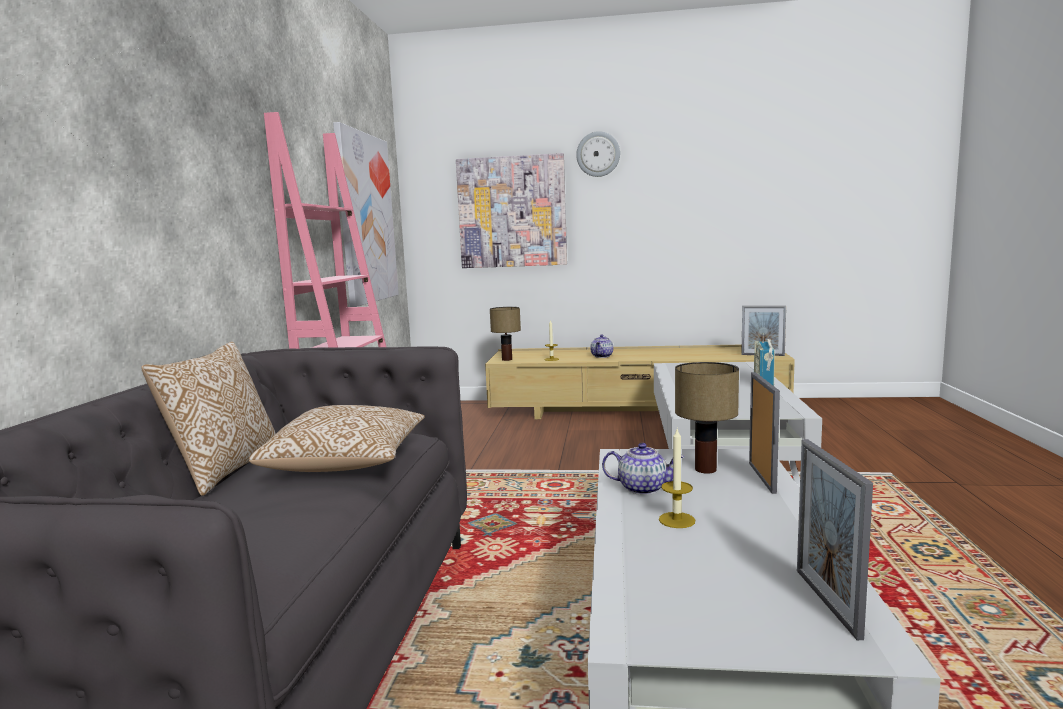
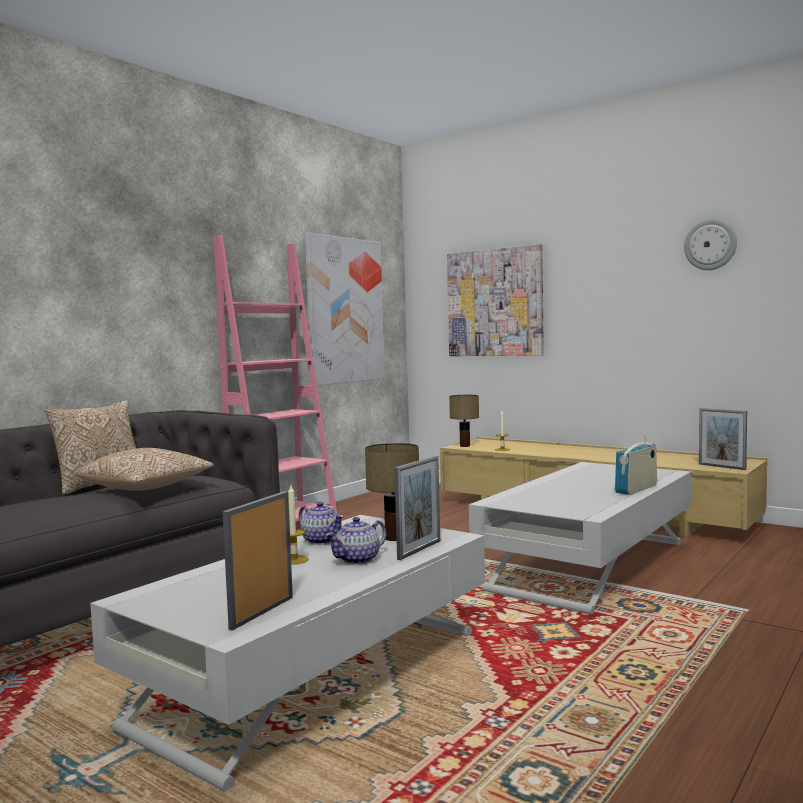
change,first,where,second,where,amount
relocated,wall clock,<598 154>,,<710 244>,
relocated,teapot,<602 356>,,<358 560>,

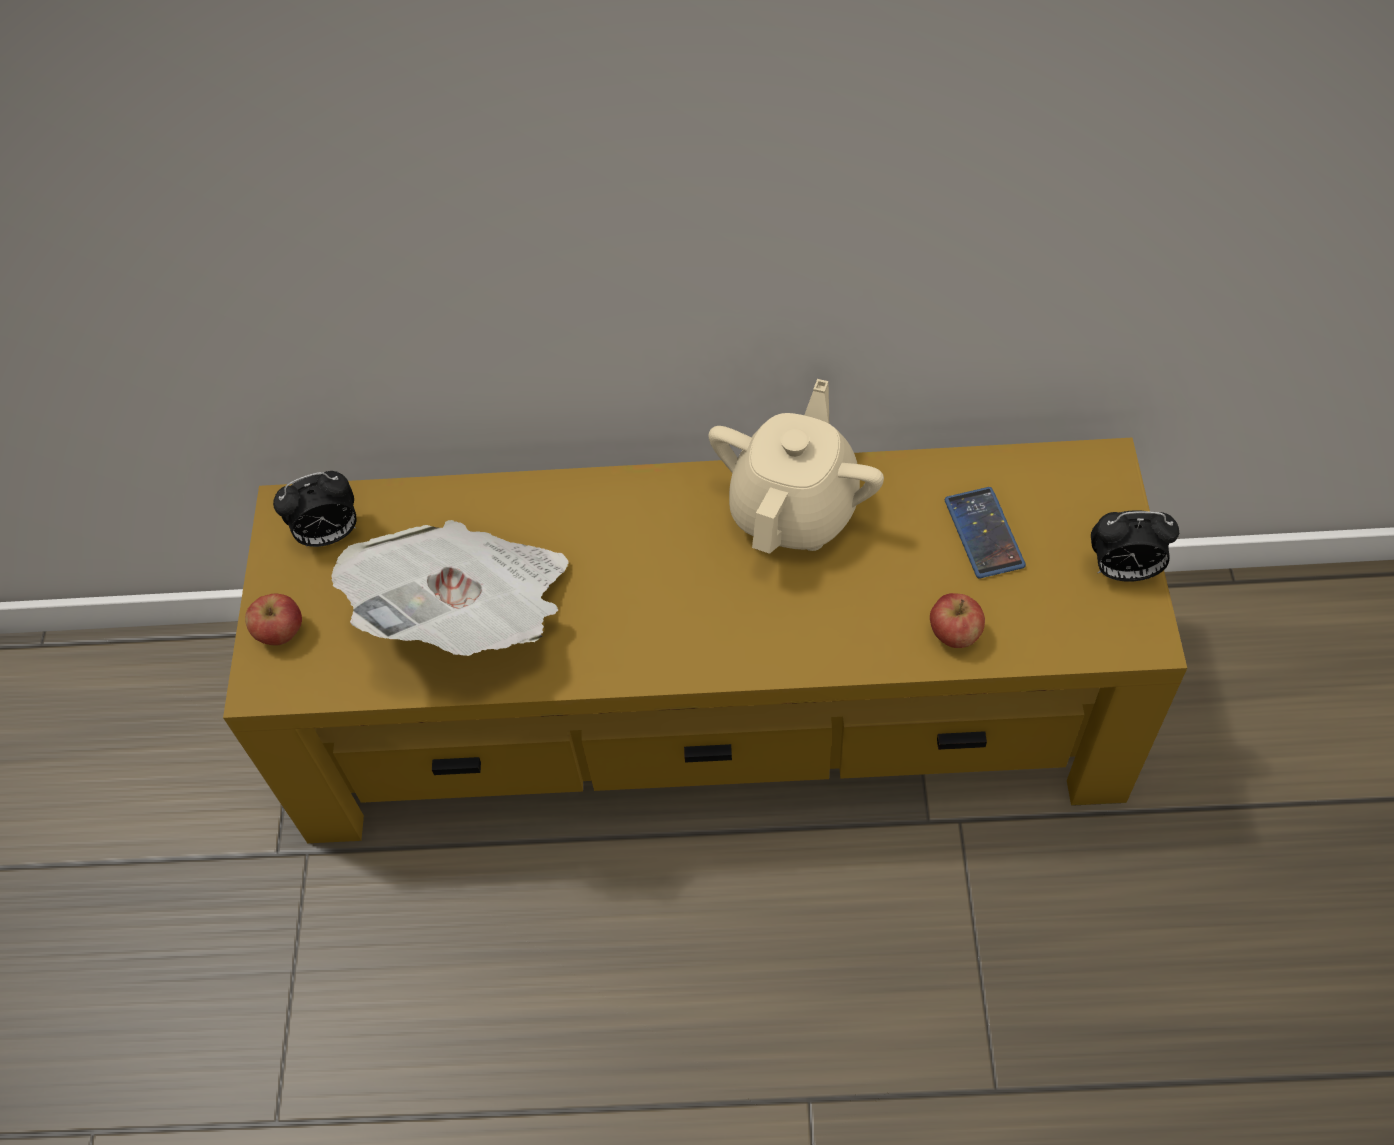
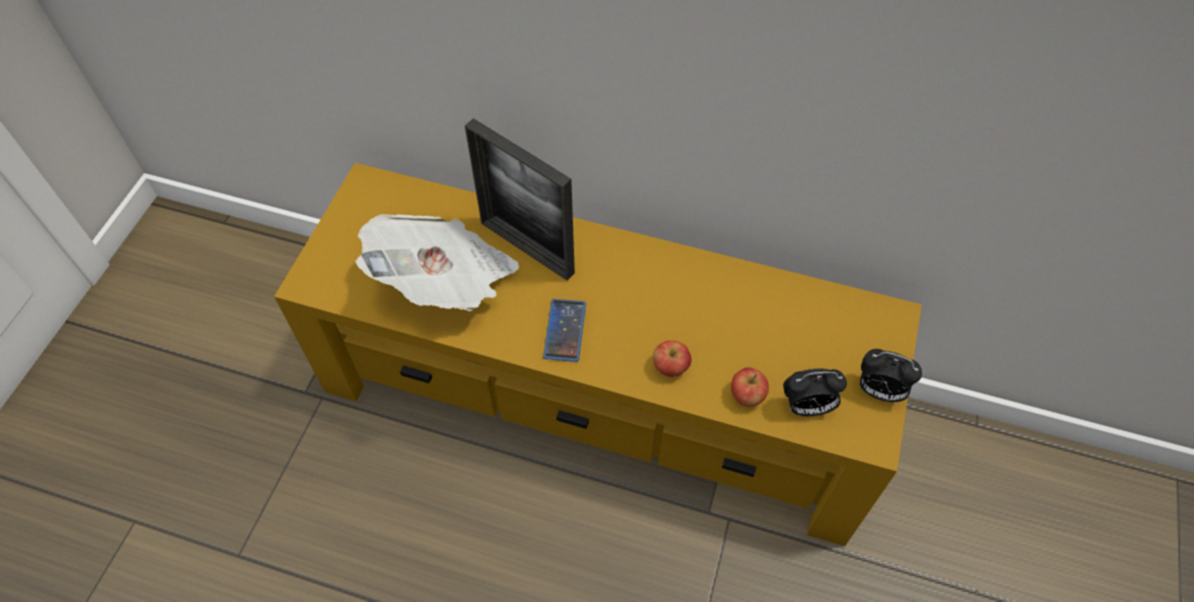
change,first,where,second,where,amount
missing,sand-coloured teapot,<795 509>,,,
appeared,,,picture frame,<527 247>,
relocated,apple,<281 632>,,<670 367>,
relocated,alarm clock,<329 535>,,<806 407>,
relocated,telephone,<984 533>,,<565 330>,

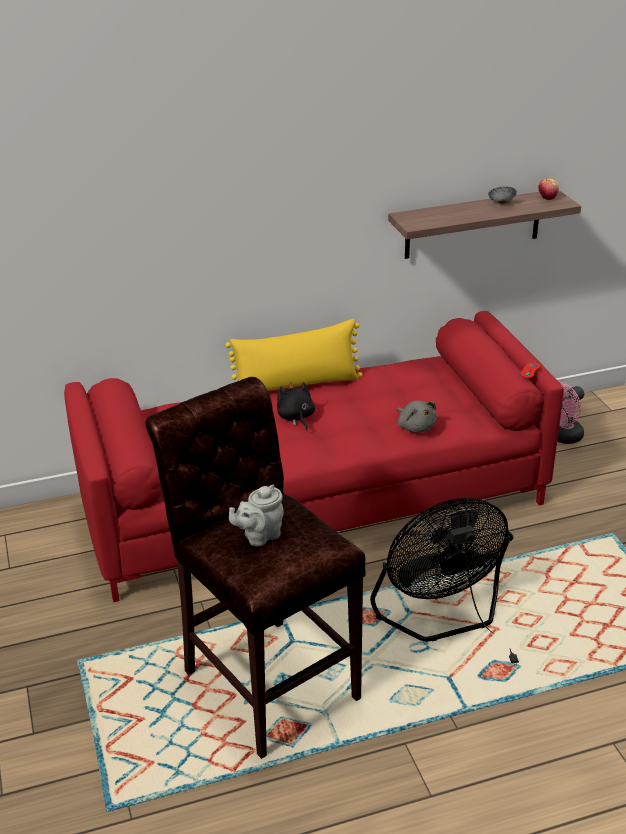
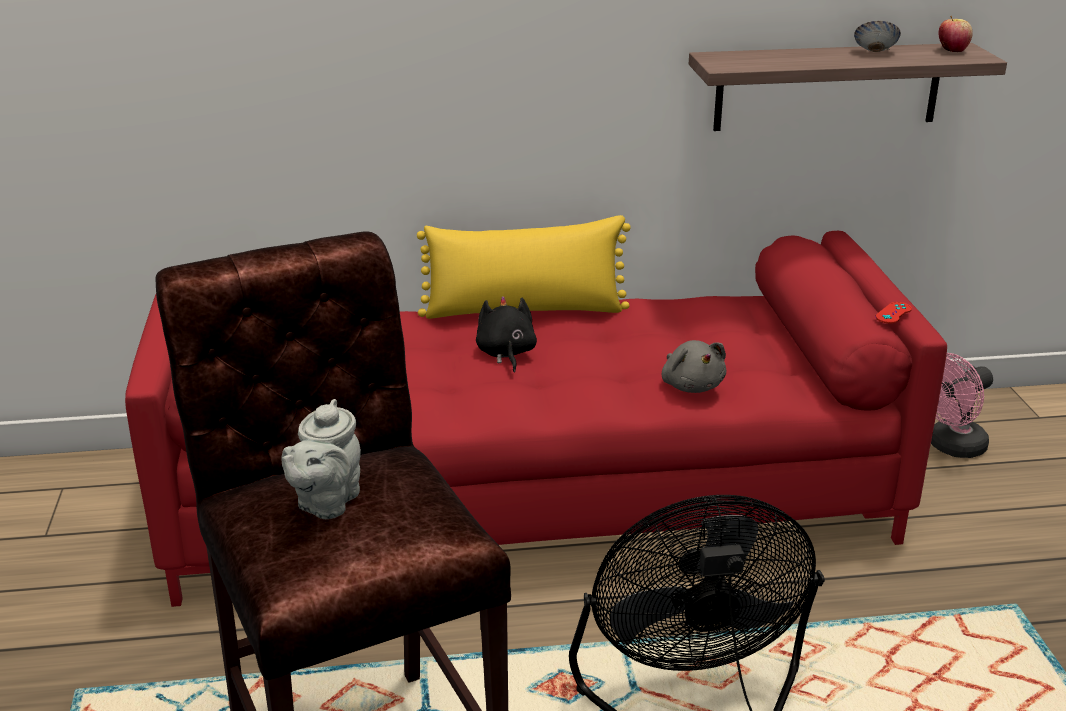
change,first,where,second,where,amount
spun,gray teapot,<259 536>,,<325 503>,45 degrees counterclockwise

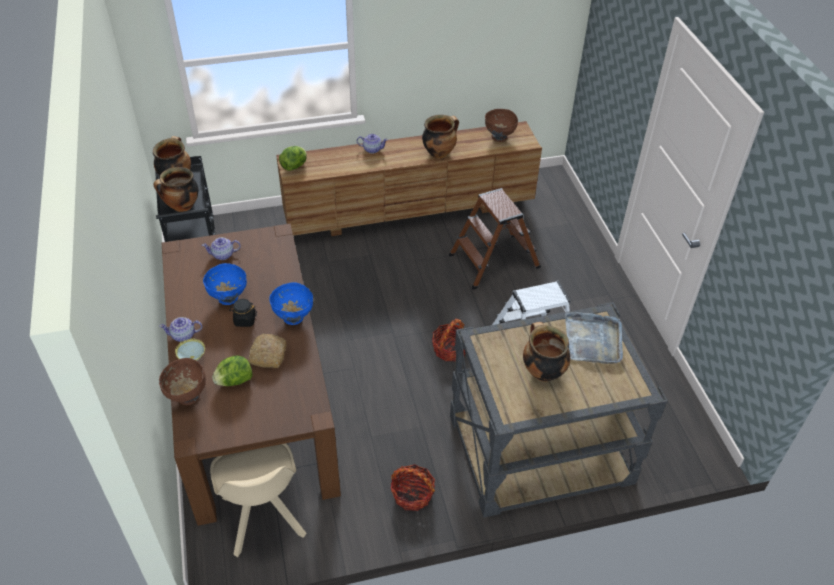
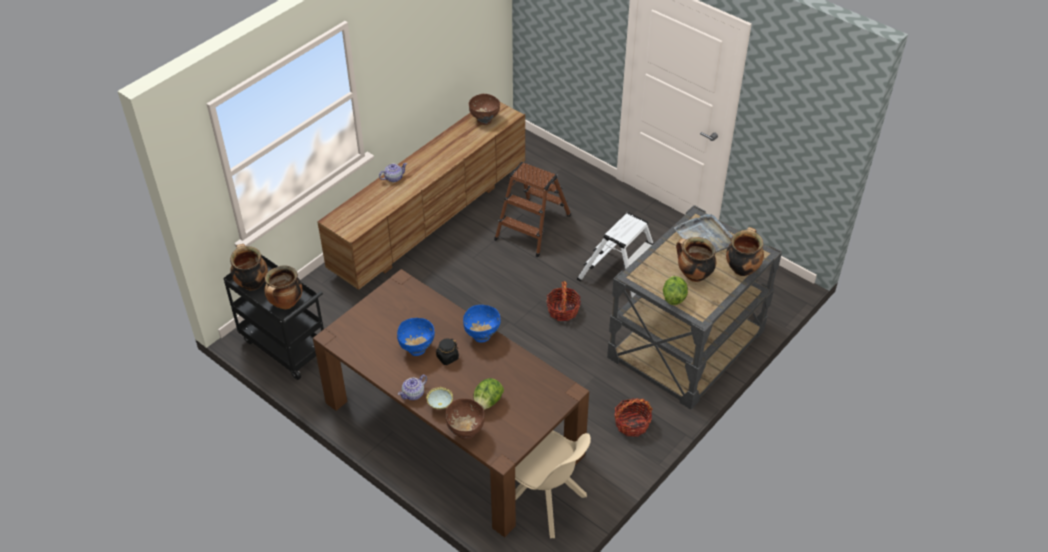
change,first,where,second,where,amount
missing,teapot,<223 255>,,,
missing,bakery bread,<268 354>,,,
relocated,lettuce,<294 166>,,<673 297>,
relocated,cooking pot,<439 152>,,<742 268>,

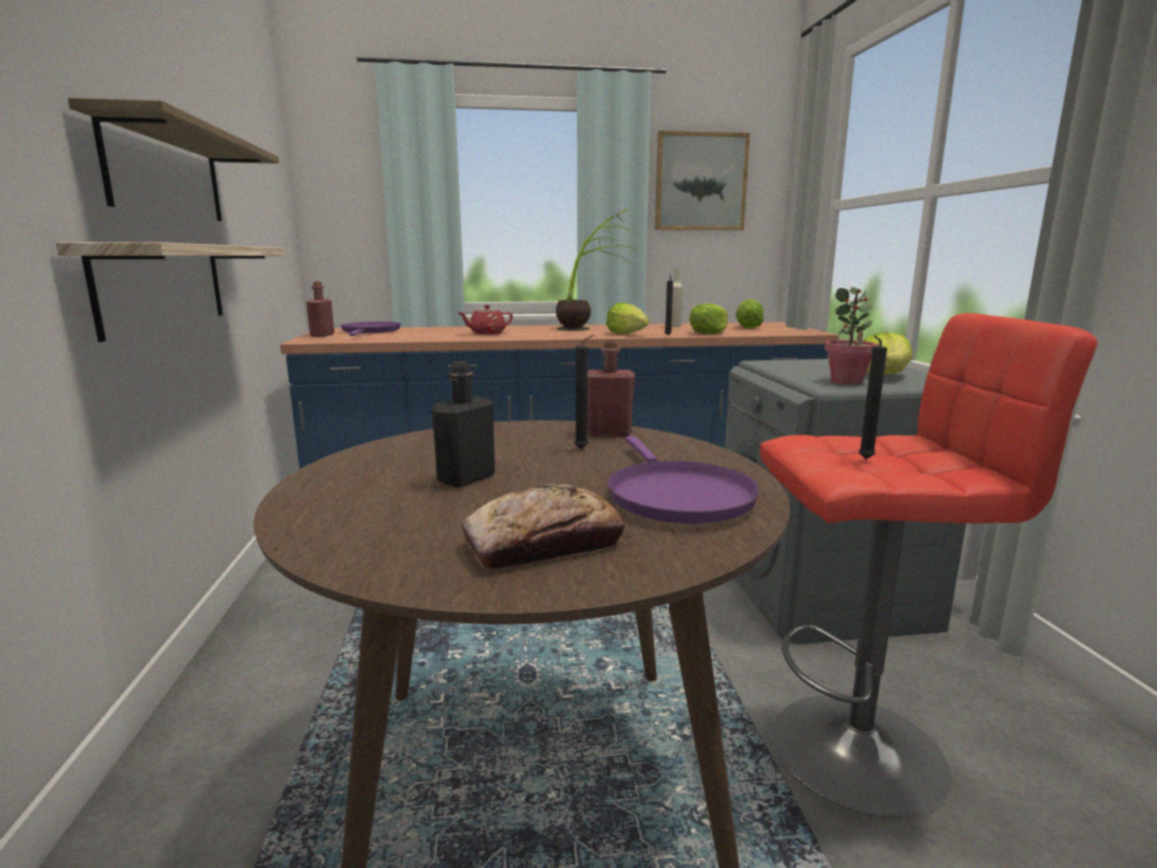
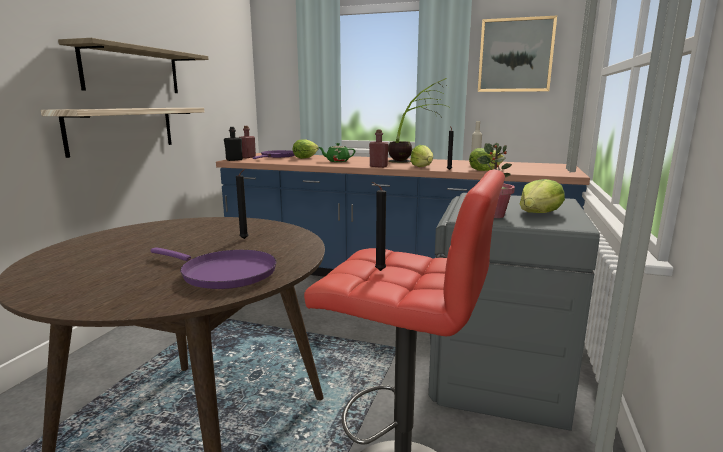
change,first,where,second,where,amount
missing,bakery bread,<543 545>,,,
relocated,black-coloured bottle,<466 478>,,<234 160>,
relocated,red bottle,<609 433>,,<378 166>,
relocated,lettuce,<748 327>,,<305 158>,
colour,red teapot,<486 333>,green teapot,<337 161>,
spun,purplish pan,<676 496>,,<224 273>,75 degrees counterclockwise

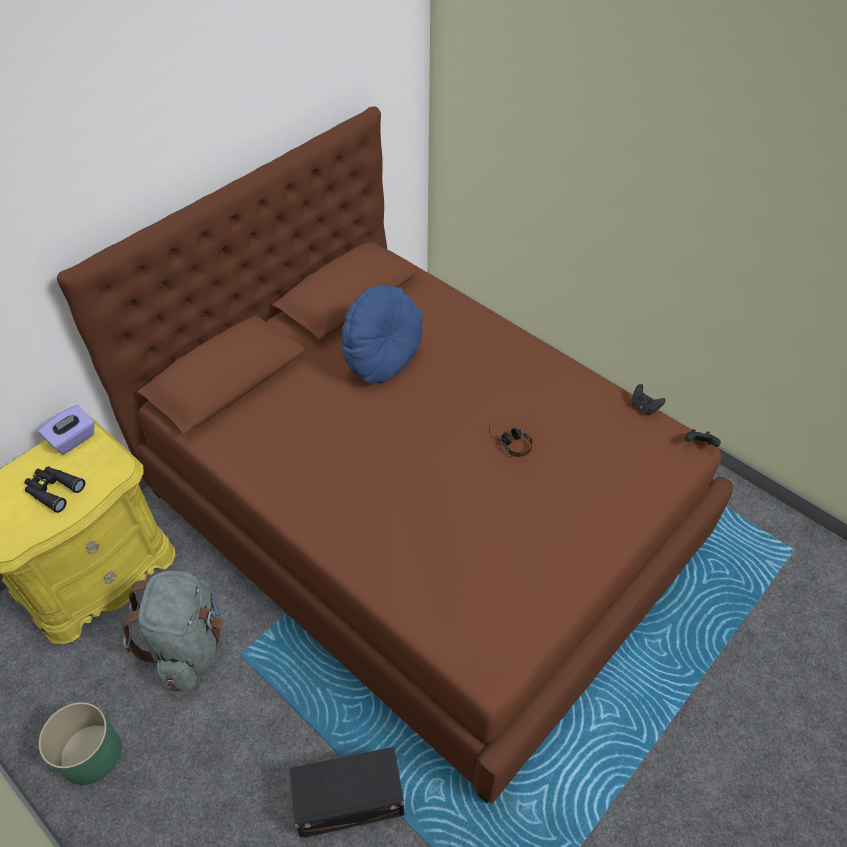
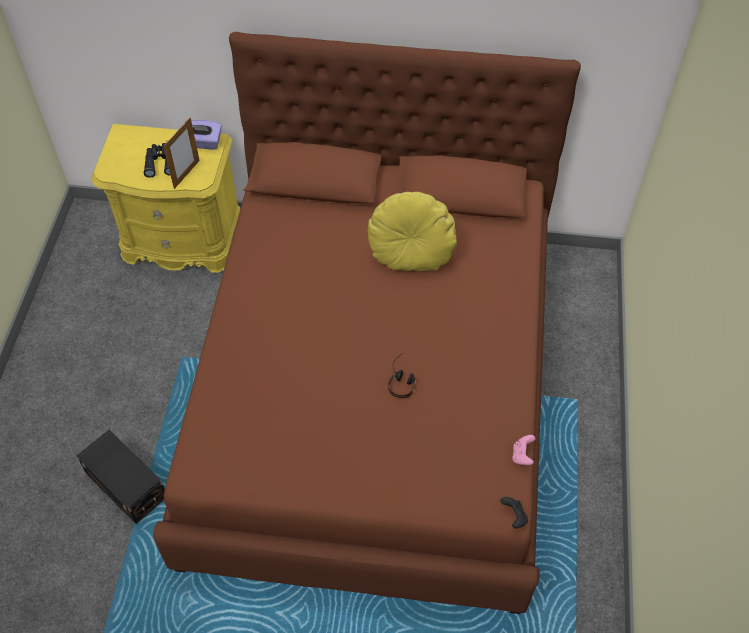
change,first,where,second,where,amount
missing,green plant pot,<90 753>,,,
missing,gray knapsack,<189 645>,,,
appeared,,,picture frame,<186 174>,
colour,bluish pillow,<384 364>,yellow-coloured pillow,<411 258>,
colour,black-coloured joypad,<644 407>,pink joypad,<522 455>,

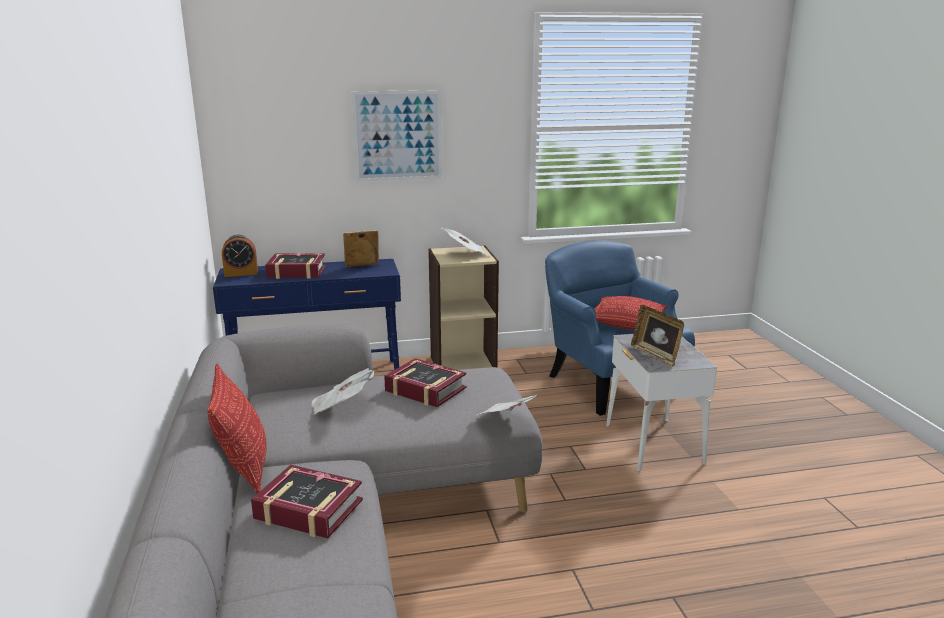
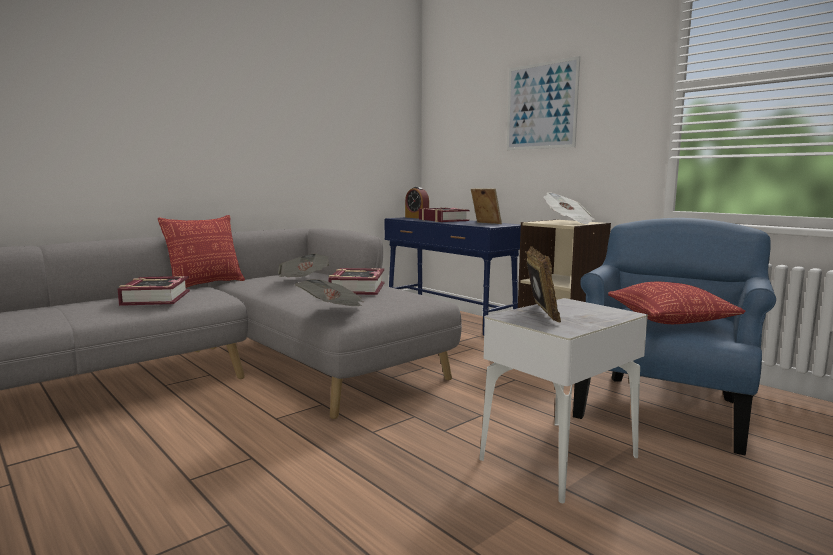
change,first,where,second,where,amount
spun,picture frame,<655 355>,,<540 314>,150 degrees clockwise

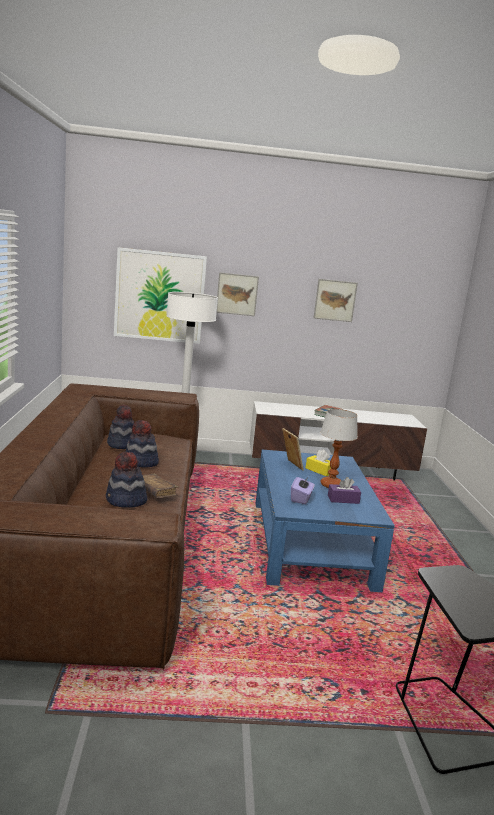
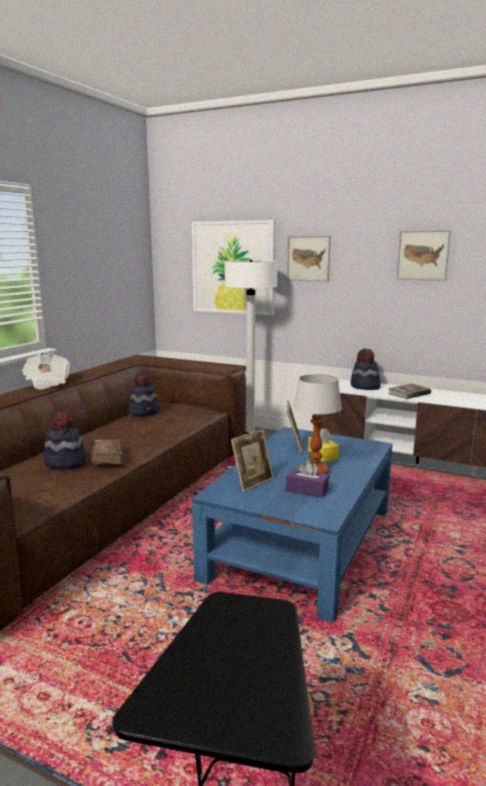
change,first,where,second,where,amount
appeared,,,printed paper,<47 383>,
relocated,wearable hat,<141 462>,,<365 387>,
exchanged,purplish tissue holder,<301 499>,picture frame,<252 483>,

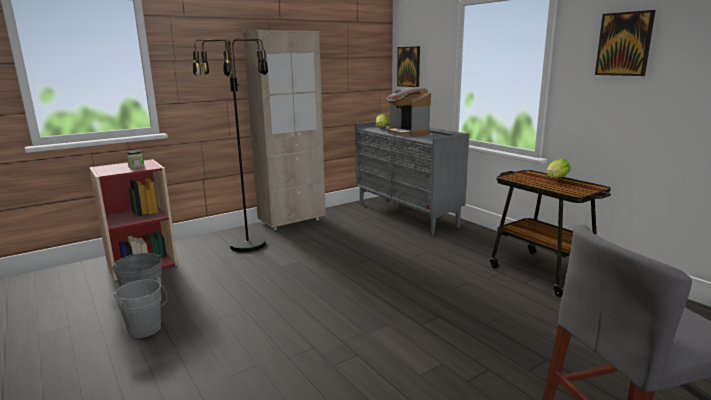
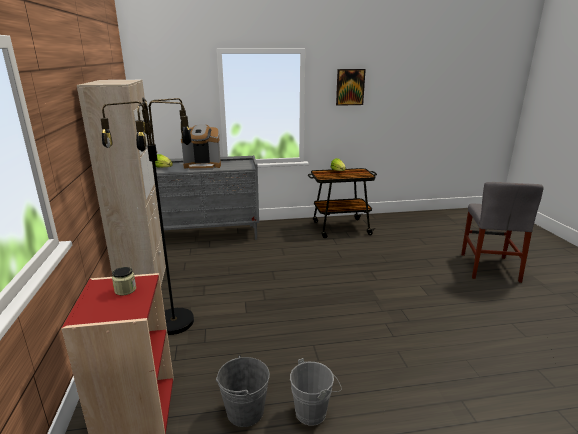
change,first,where,second,where,amount
missing,picture,<409 66>,,,

